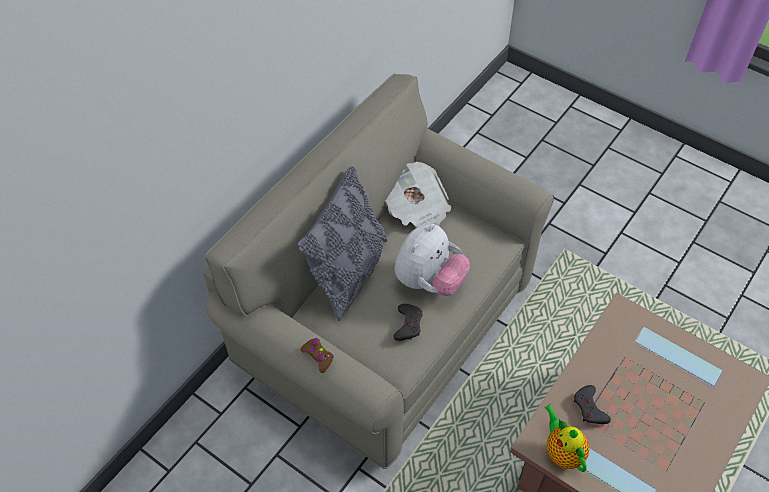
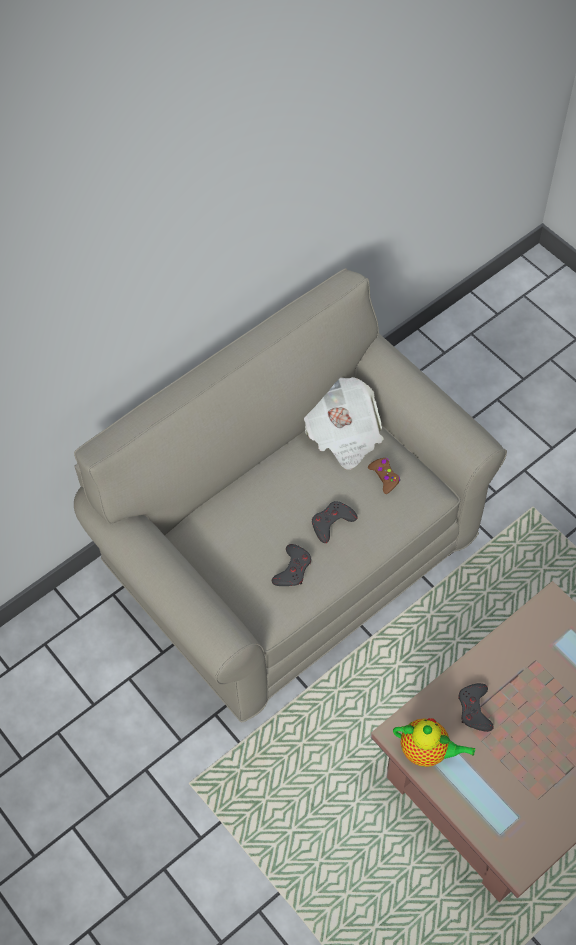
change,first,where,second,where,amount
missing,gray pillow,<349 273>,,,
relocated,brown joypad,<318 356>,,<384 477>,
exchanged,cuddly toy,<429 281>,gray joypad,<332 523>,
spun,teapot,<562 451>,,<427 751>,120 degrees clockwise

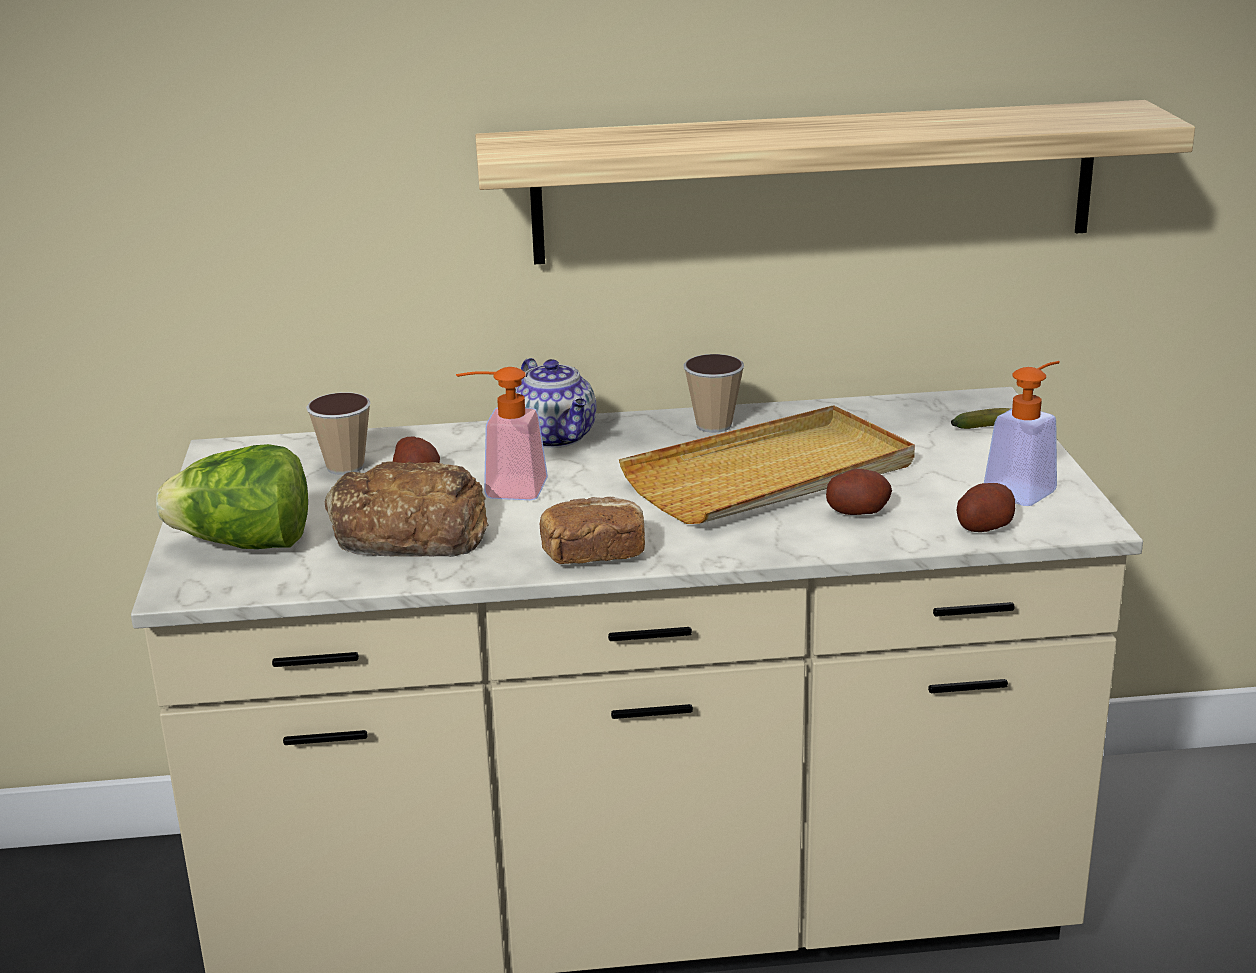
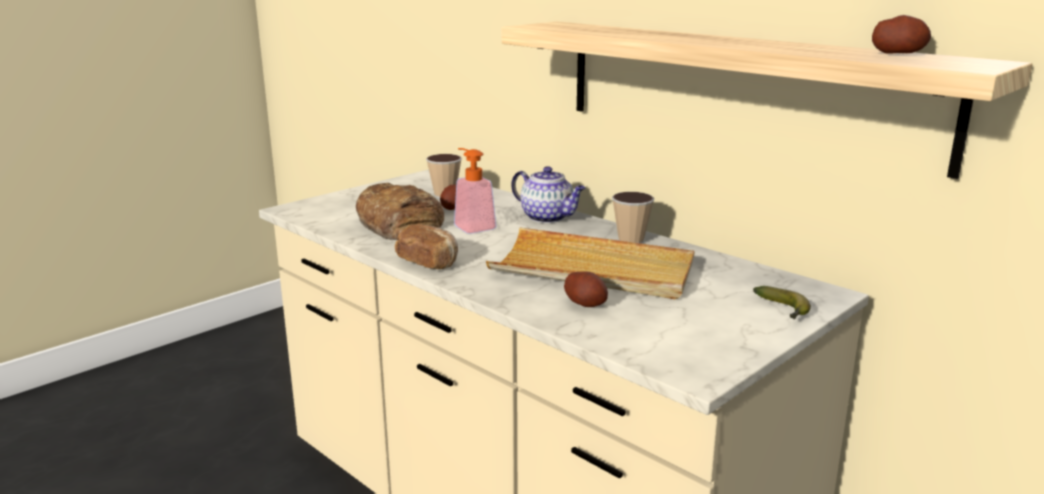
change,first,where,second,where,amount
missing,lettuce,<245 545>,,,
missing,soap dispenser,<1026 488>,,,
relocated,whole potato,<984 527>,,<898 54>,
spun,teapot,<557 438>,,<548 217>,75 degrees counterclockwise

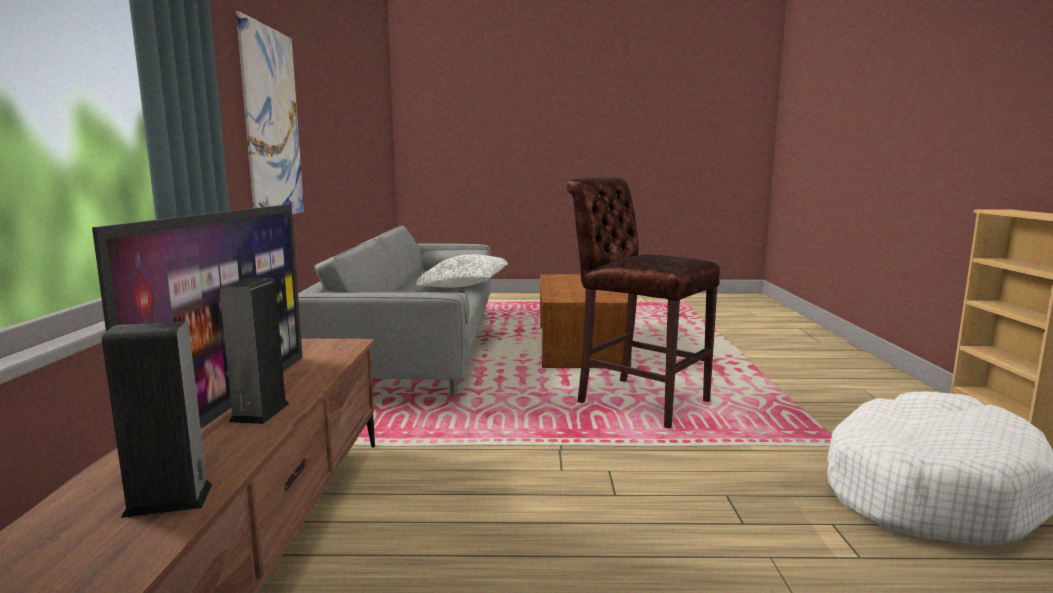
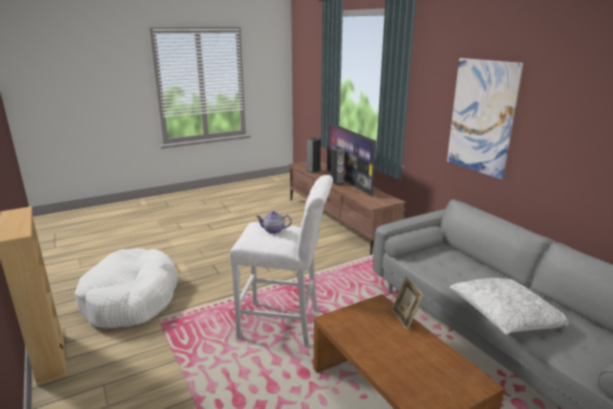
change,first,where,second,where,amount
appeared,,,teapot,<273 230>,
appeared,,,picture frame,<405 319>,
colour,brown sitting stool,<637 400>,white sitting stool,<284 325>,

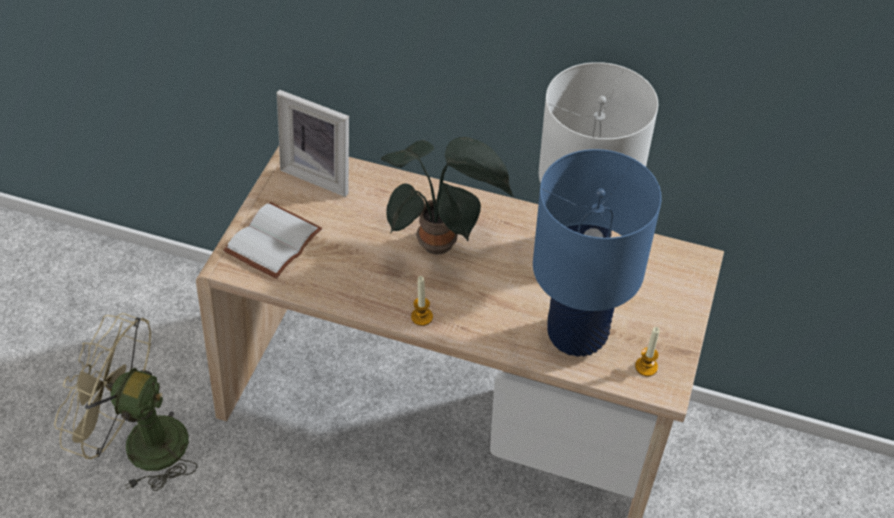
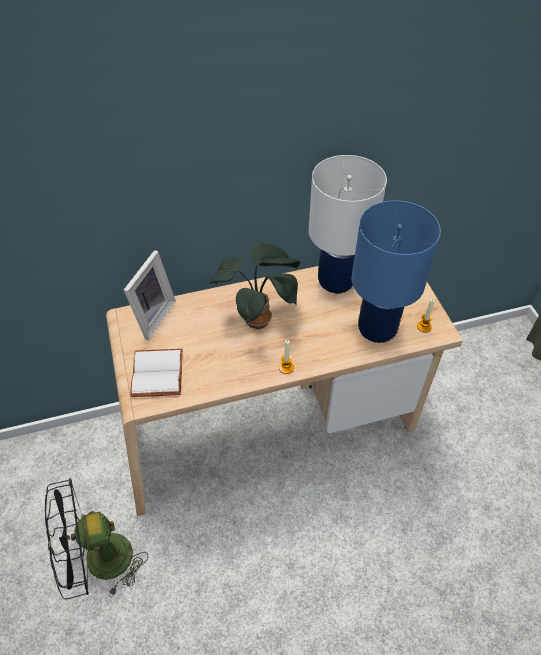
change,first,where,second,where,amount
colour,sand-coloured cooling fan,<142 442>,black-coloured cooling fan,<98 562>,
spun,picture frame,<321 173>,,<151 316>,60 degrees counterclockwise

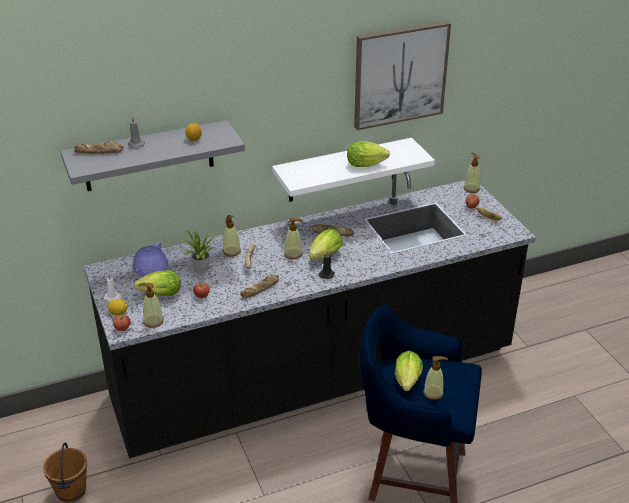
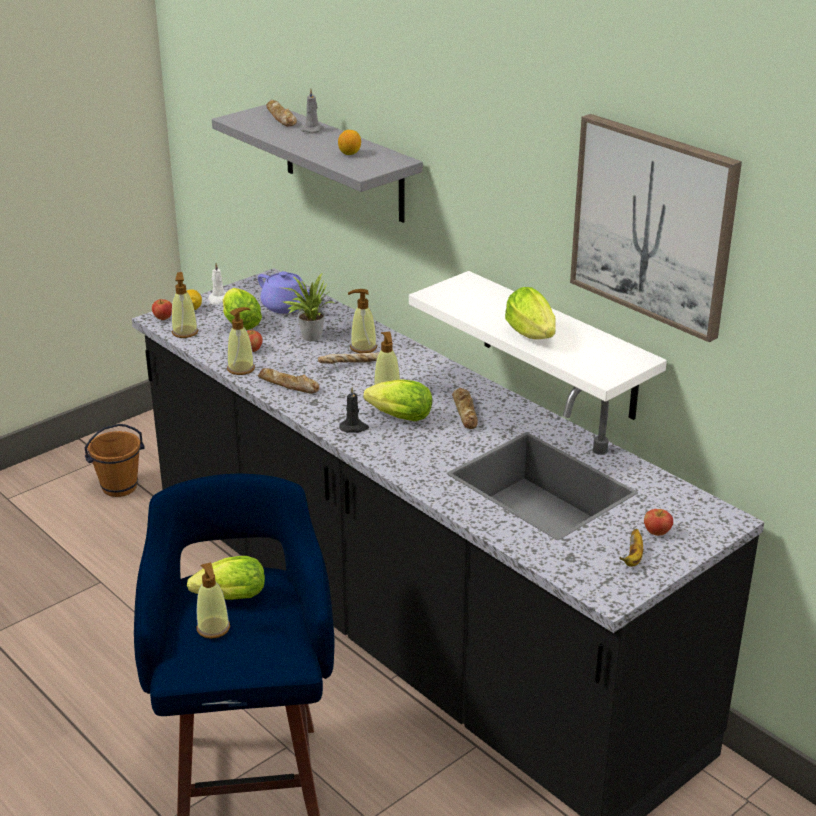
change,first,where,second,where,amount
relocated,soap dispenser,<471 189>,,<241 368>,
spun,purplish teapot,<150 271>,,<286 307>,135 degrees counterclockwise

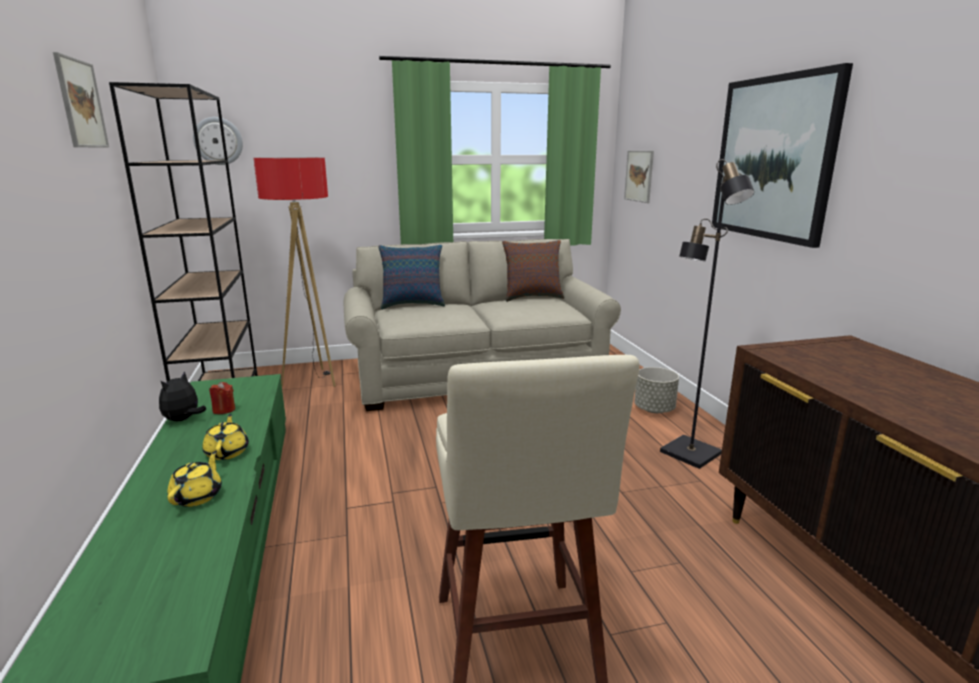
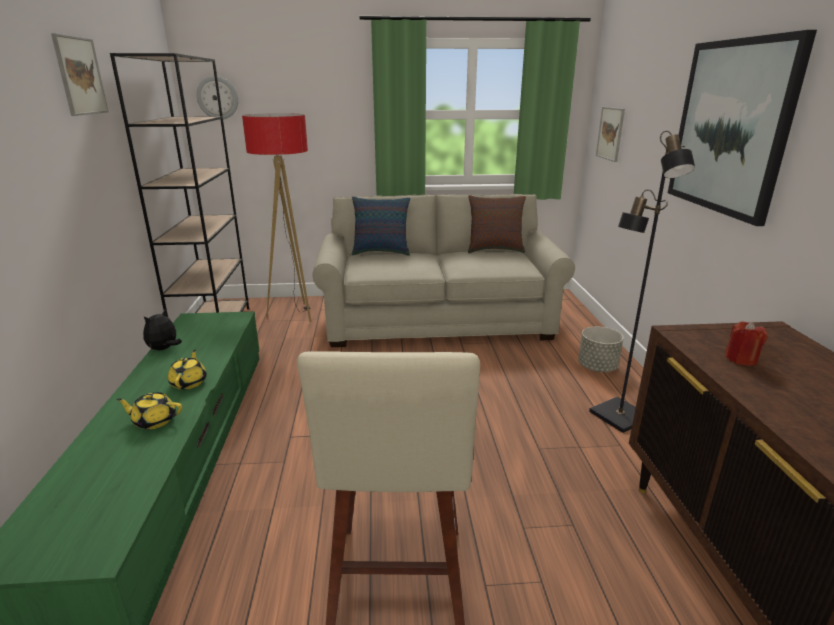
change,first,where,second,where,amount
relocated,red wax candle,<224 410>,,<741 359>,
spun,yellow-coloured teapot,<198 496>,,<154 421>,105 degrees counterclockwise

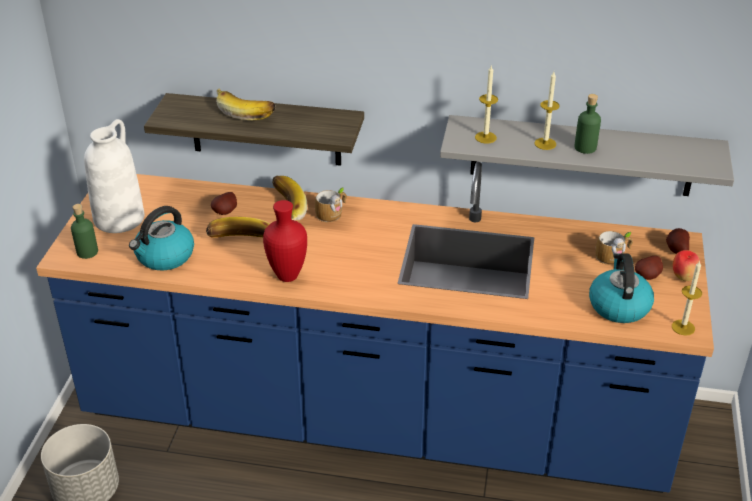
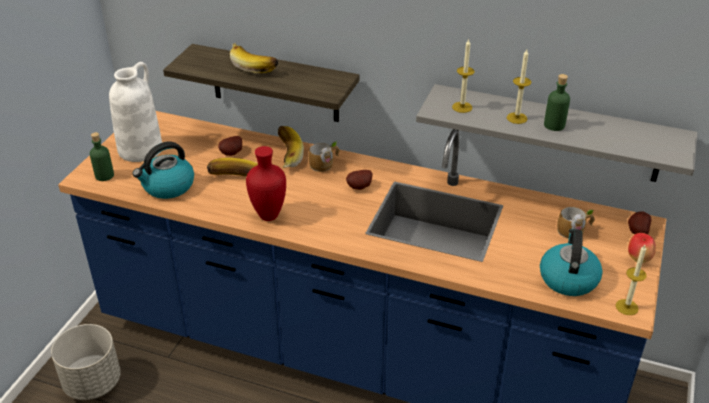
change,first,where,second,where,amount
relocated,whole potato,<648 277>,,<360 188>,

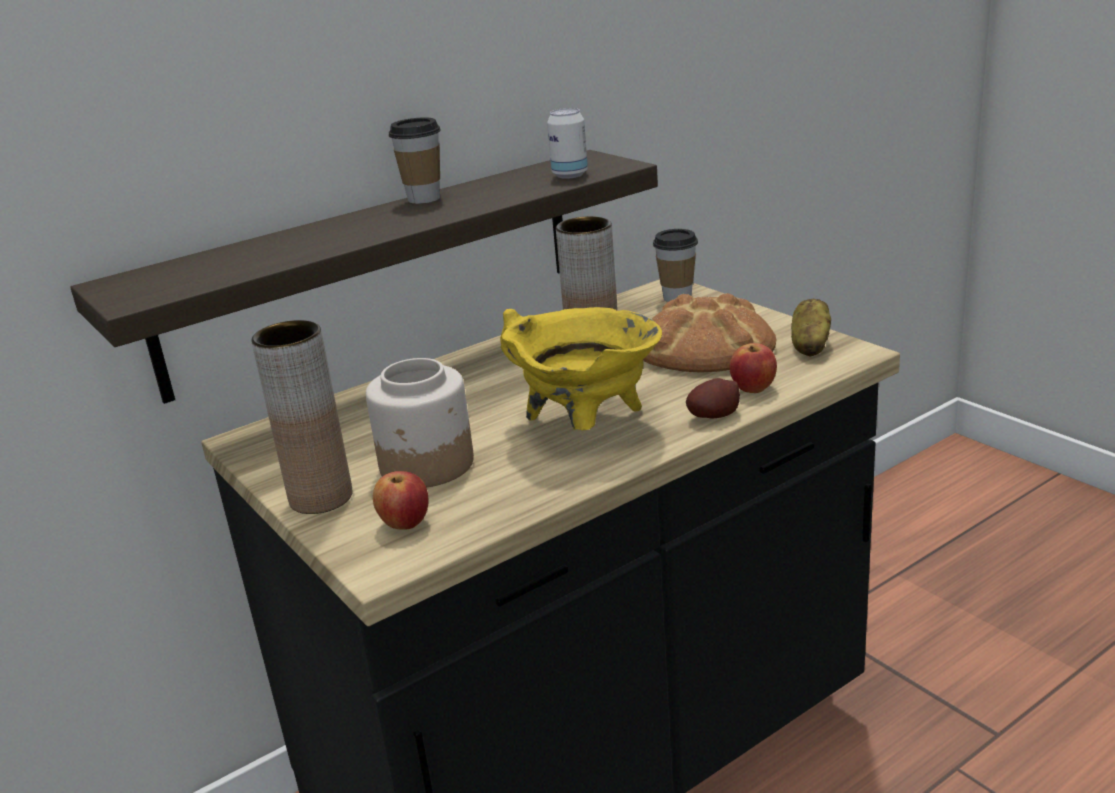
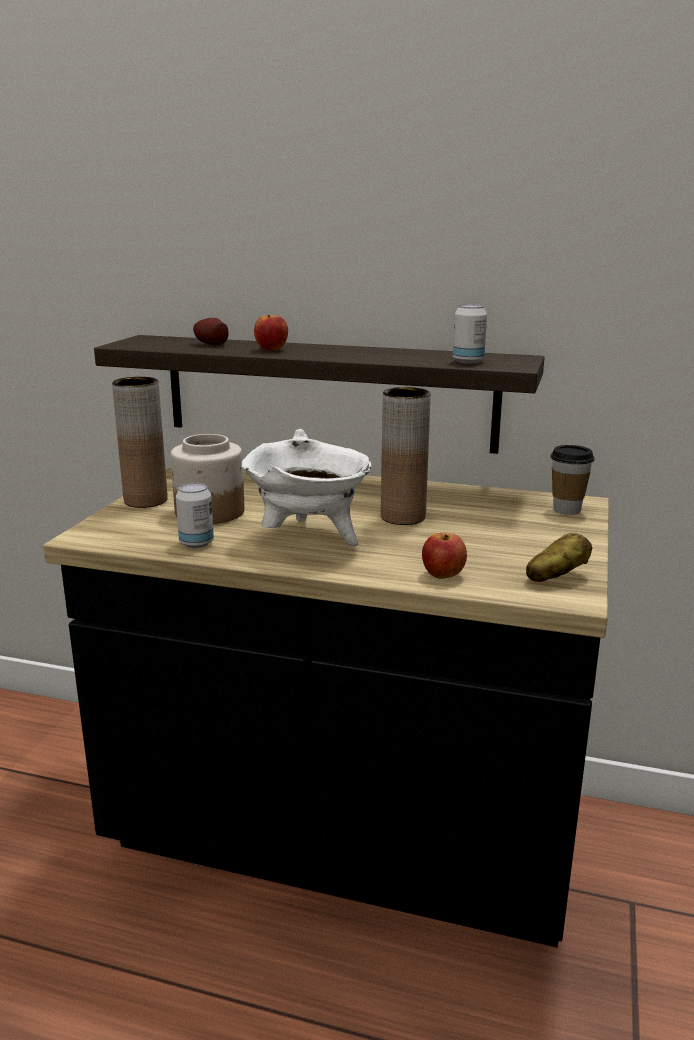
change,first,where,second,where,amount
missing,cup,<424 199>,,,
missing,bakery bread,<704 346>,,,
appeared,,,metal can,<196 543>,
relocated,apple,<405 523>,,<271 349>,
relocated,whole potato,<713 416>,,<211 344>,
colour,yellow-coloured cooking pot,<587 427>,white cooking pot,<309 539>,

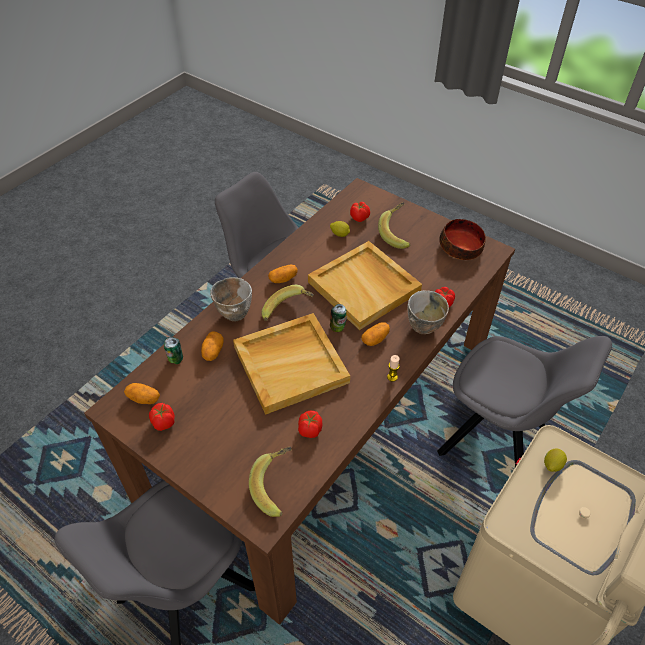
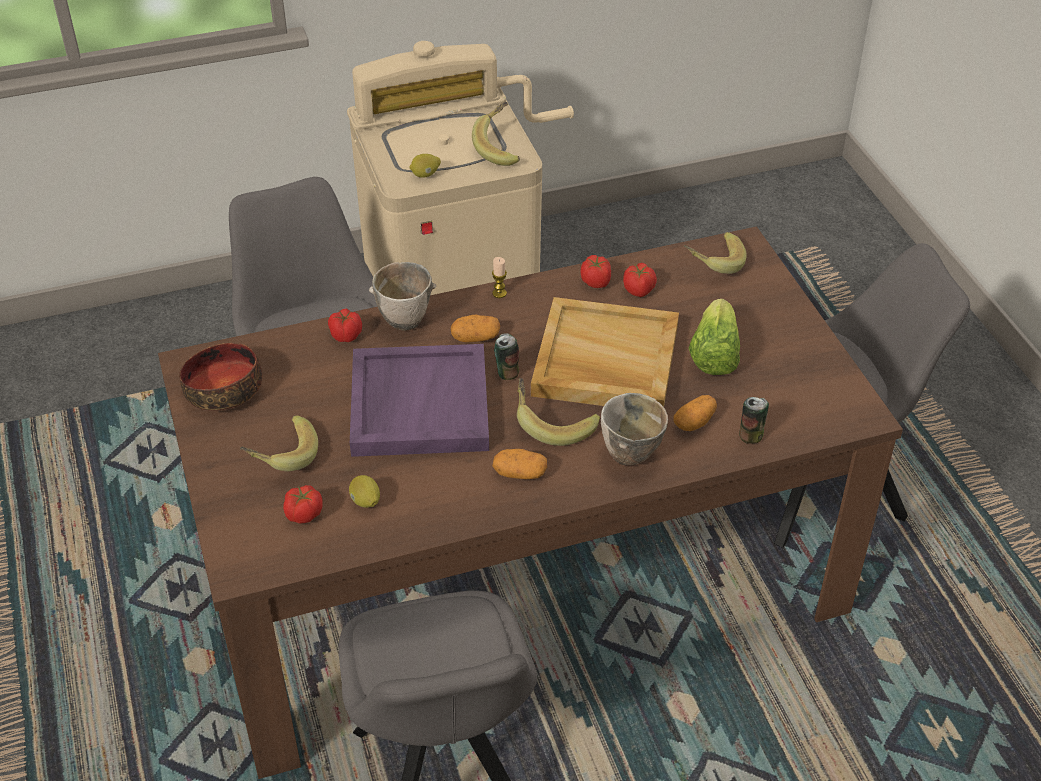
change,first,where,second,where,amount
missing,whole potato,<144 398>,,,
appeared,,,banana,<502 147>,
appeared,,,lettuce,<714 354>,
relocated,tomato,<163 423>,,<596 282>,
colour,sand-coloured tray,<365 287>,purplish tray,<418 404>,

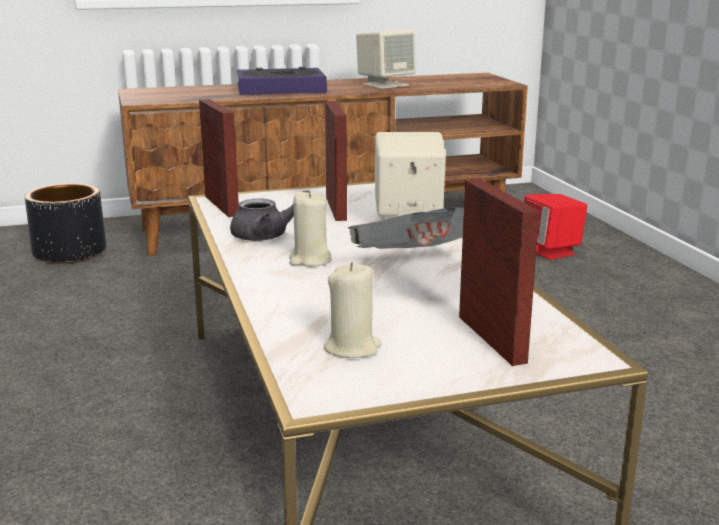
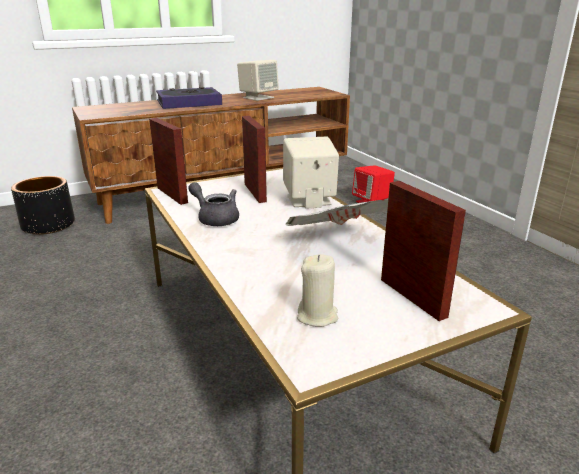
change,first,where,second,where,amount
missing,sand-coloured wax candle,<310 260>,,,
spun,gray teapot,<268 235>,,<215 218>,120 degrees counterclockwise

